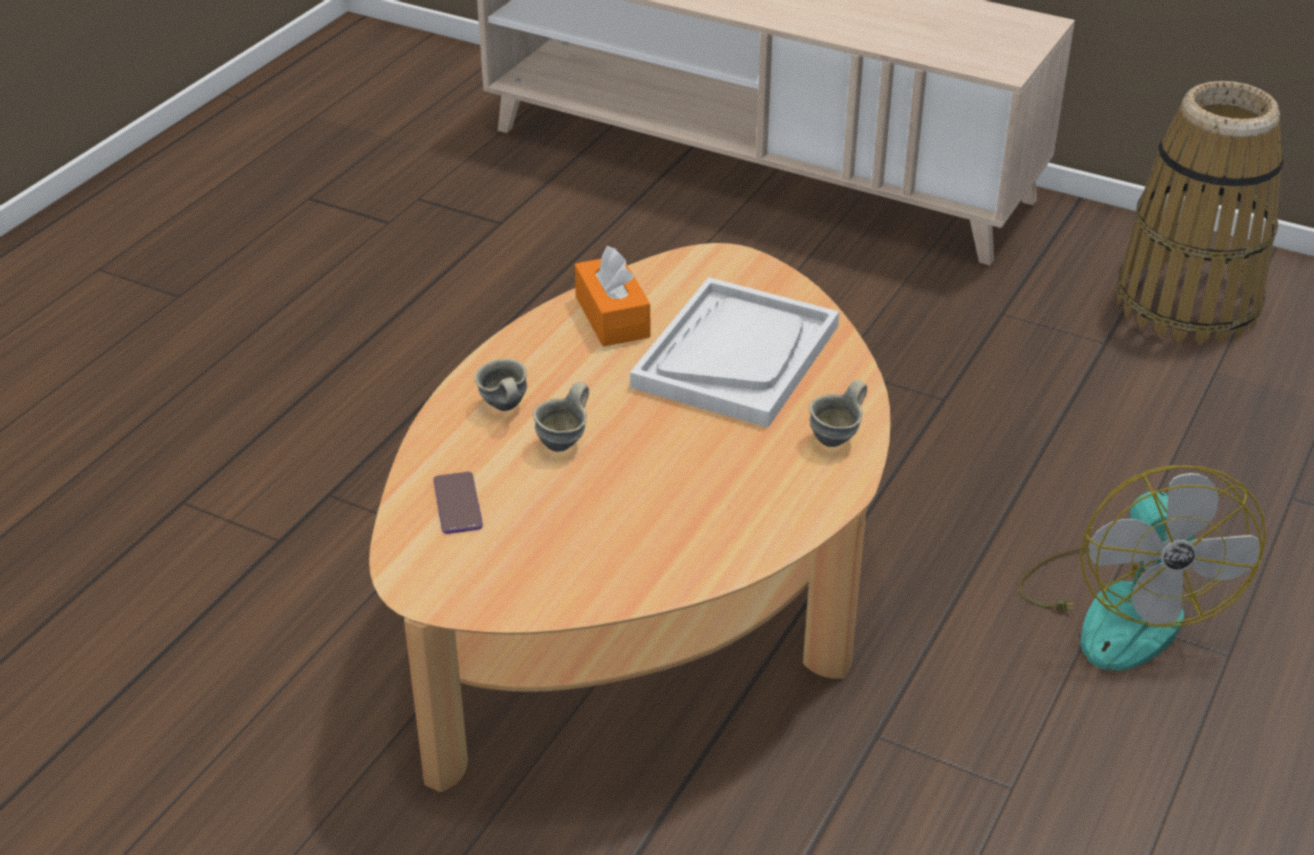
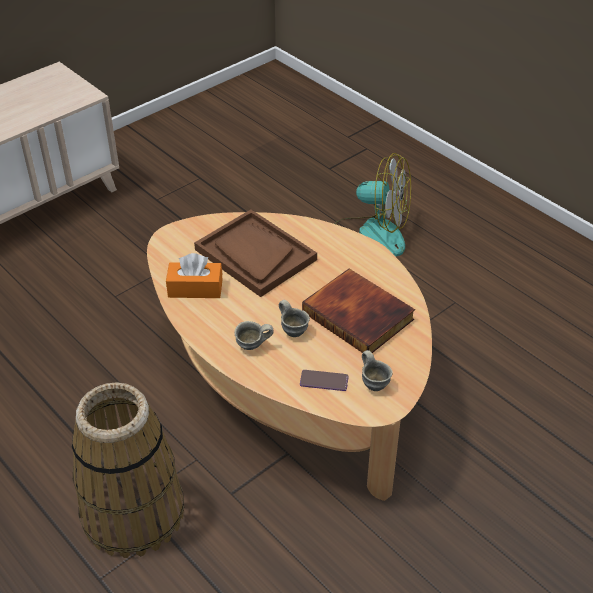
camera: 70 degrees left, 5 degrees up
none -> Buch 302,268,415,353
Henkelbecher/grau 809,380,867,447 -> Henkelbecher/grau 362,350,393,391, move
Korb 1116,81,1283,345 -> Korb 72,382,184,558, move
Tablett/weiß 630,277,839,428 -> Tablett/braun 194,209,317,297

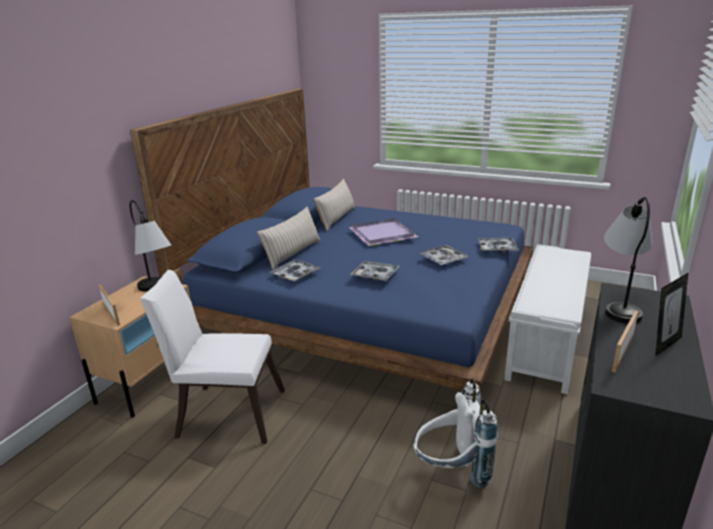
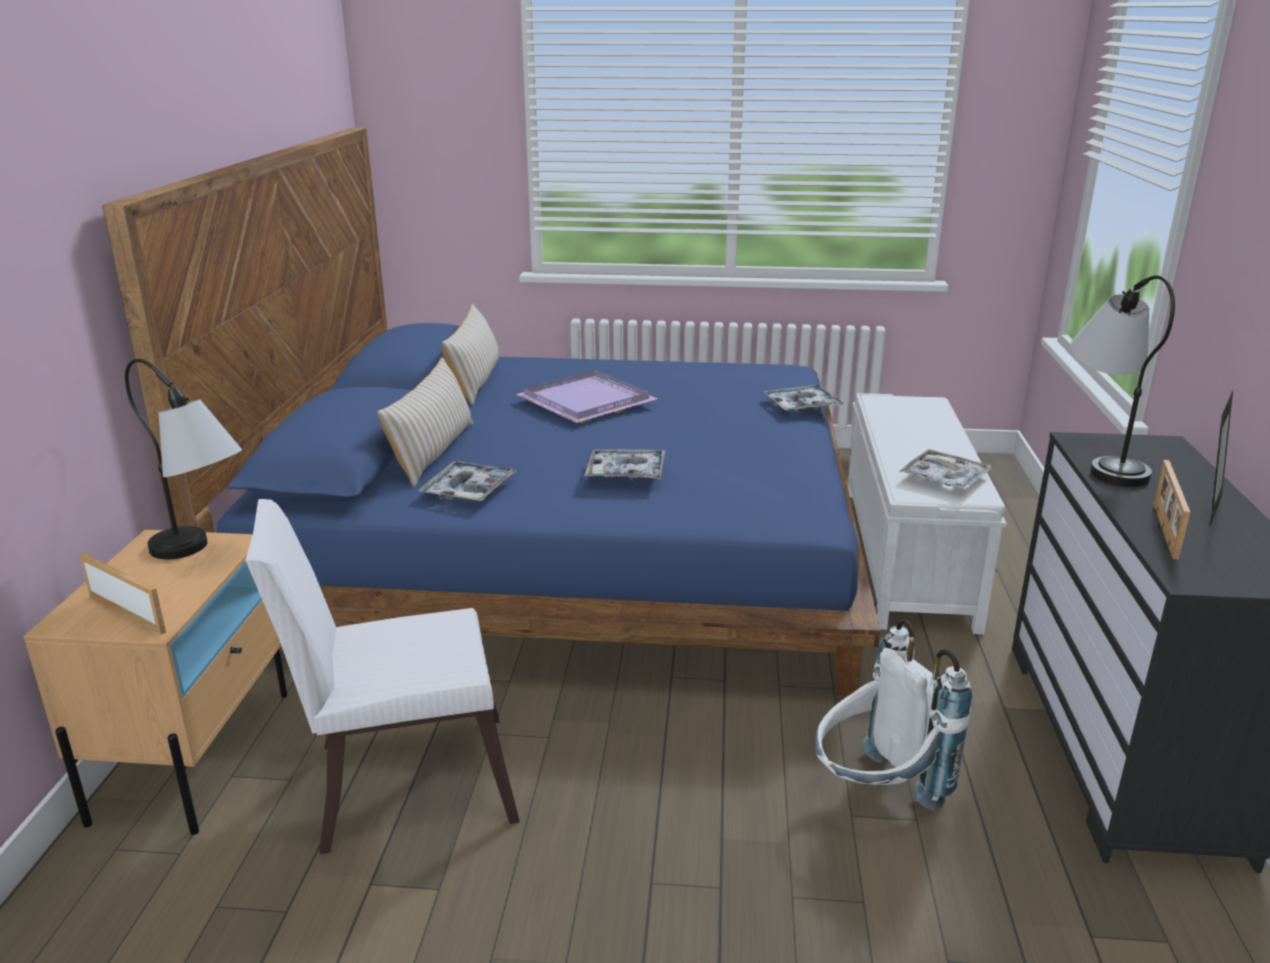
camera: 20 degrees left, 0 degrees up
Tablett 419,245,468,265 -> Tablett 899,449,992,490, move

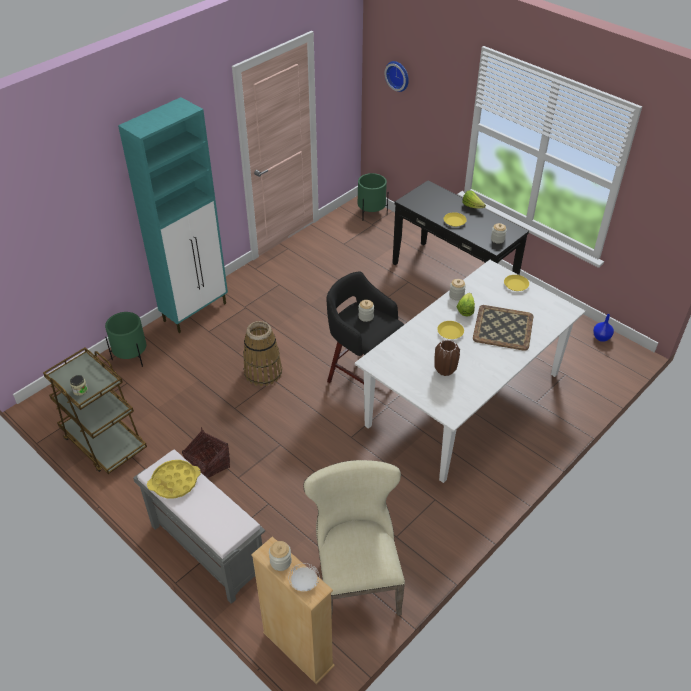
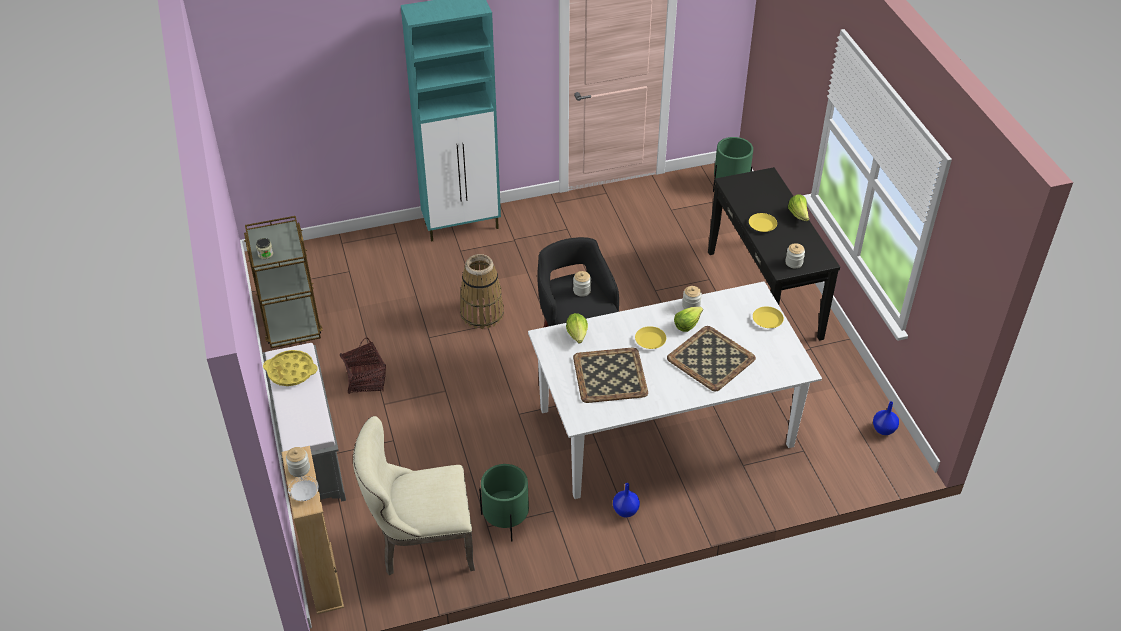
camera: 30 degrees right, 0 degrees up
Wanduhr 384,61,409,92 -> none
none -> Salatkopf 566,313,588,343
none -> Vase/blau 613,483,640,518
Pflanzkübel/grün 105,312,146,367 -> Pflanzkübel/grün 479,464,529,542, move
Vase/braun 434,340,460,376 -> Tablett 573,348,648,403
Stuhl/beige 304,460,405,616 -> Stuhl/beige 353,416,475,576, 120 degrees counterclockwise

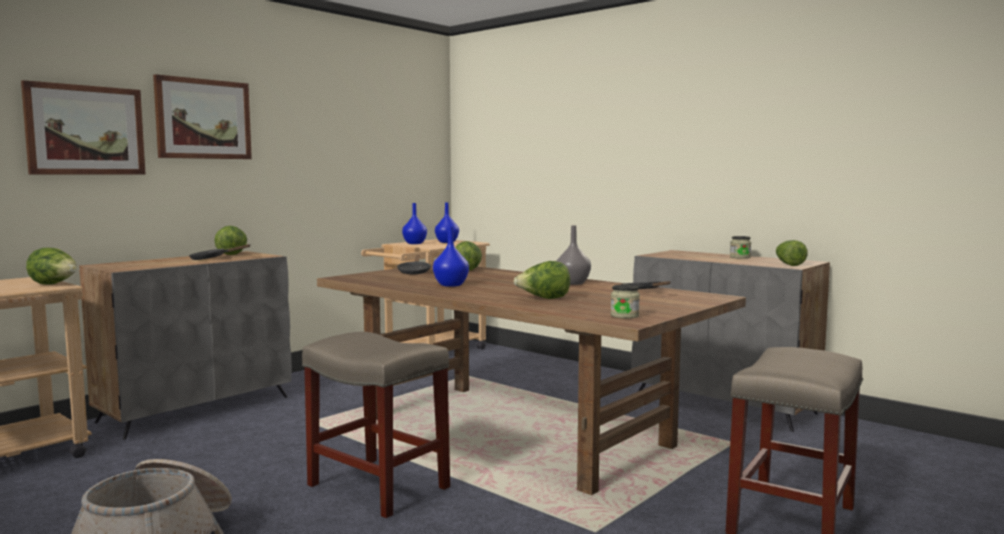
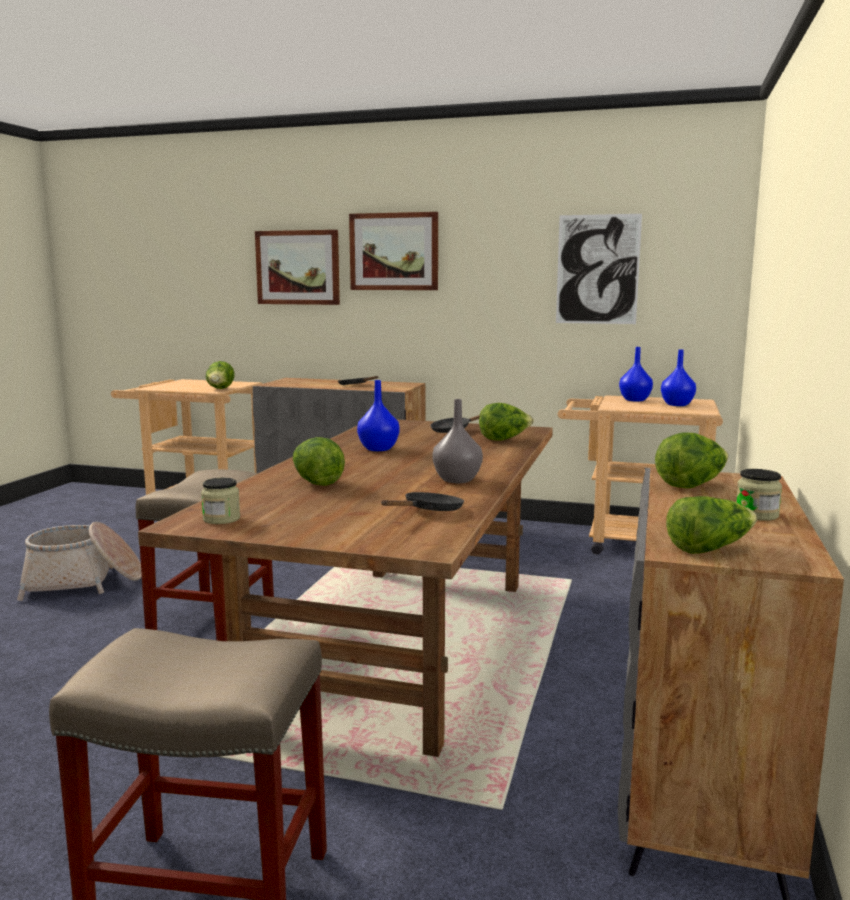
camera: 65 degrees right, 5 degrees up
none -> Bild 556,214,642,324
Salatkopf 214,226,247,255 -> Salatkopf 655,432,728,488, move

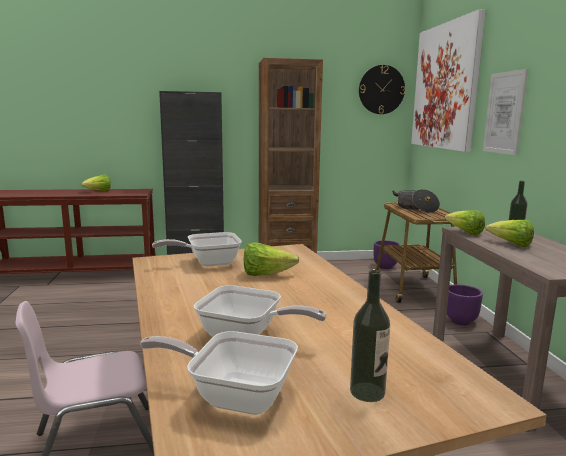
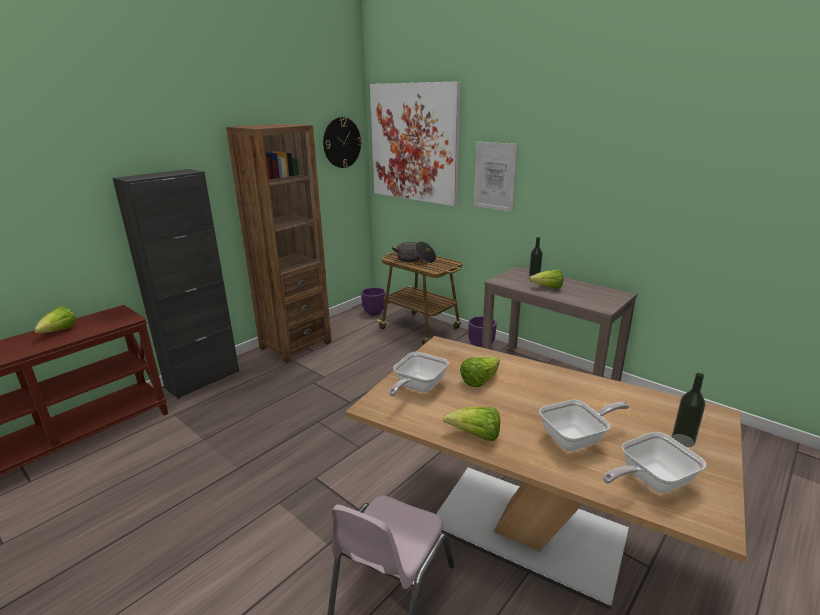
camera: 40 degrees left, 10 degrees up
Salatkopf 445,210,485,235 -> Salatkopf 443,407,500,441, move

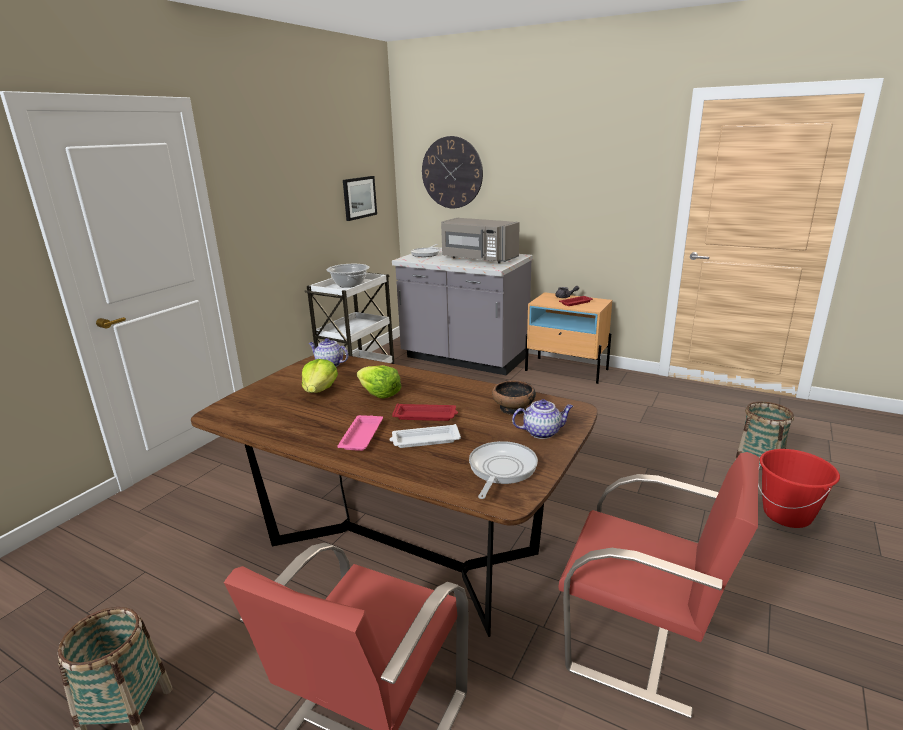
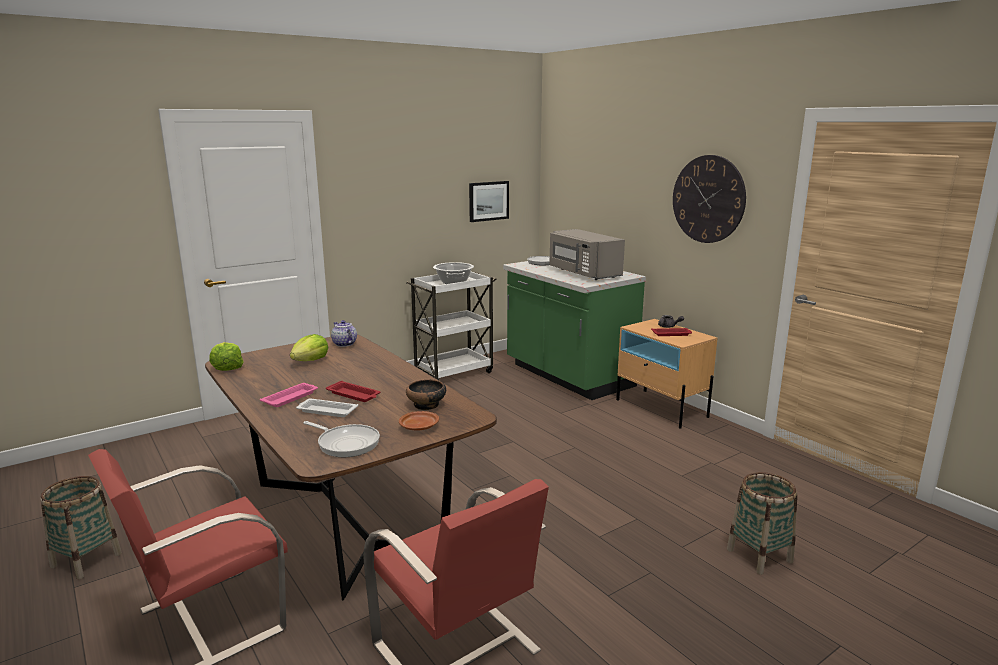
camera: 25 degrees right, 5 degrees down
Eimer/rot 758,449,840,528 -> none
Salatkopf 357,365,402,398 -> Salatkopf 209,342,244,371, move
Wanduhr 422,136,483,208 -> Wanduhr 673,155,746,243, move
Teekanne 512,399,573,439 -> Teller/braun 399,411,439,431
Küchenzeile/grau 392,247,533,375 -> Küchenzeile/grün 503,261,646,400
Pfanne 469,441,538,499 -> Pfanne 303,421,380,457, 75 degrees clockwise

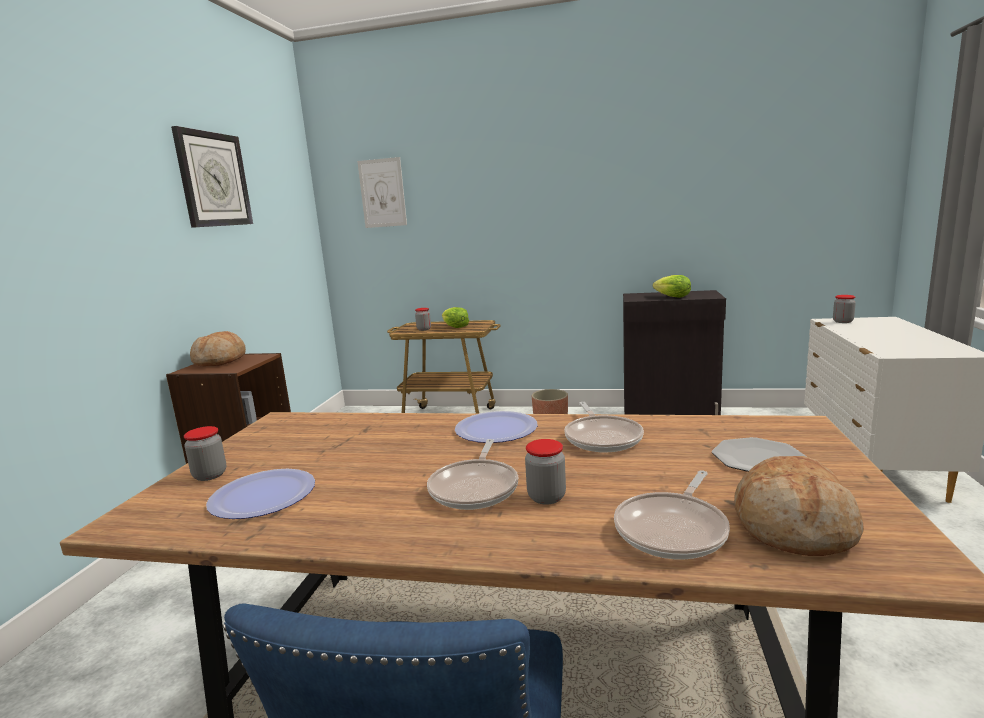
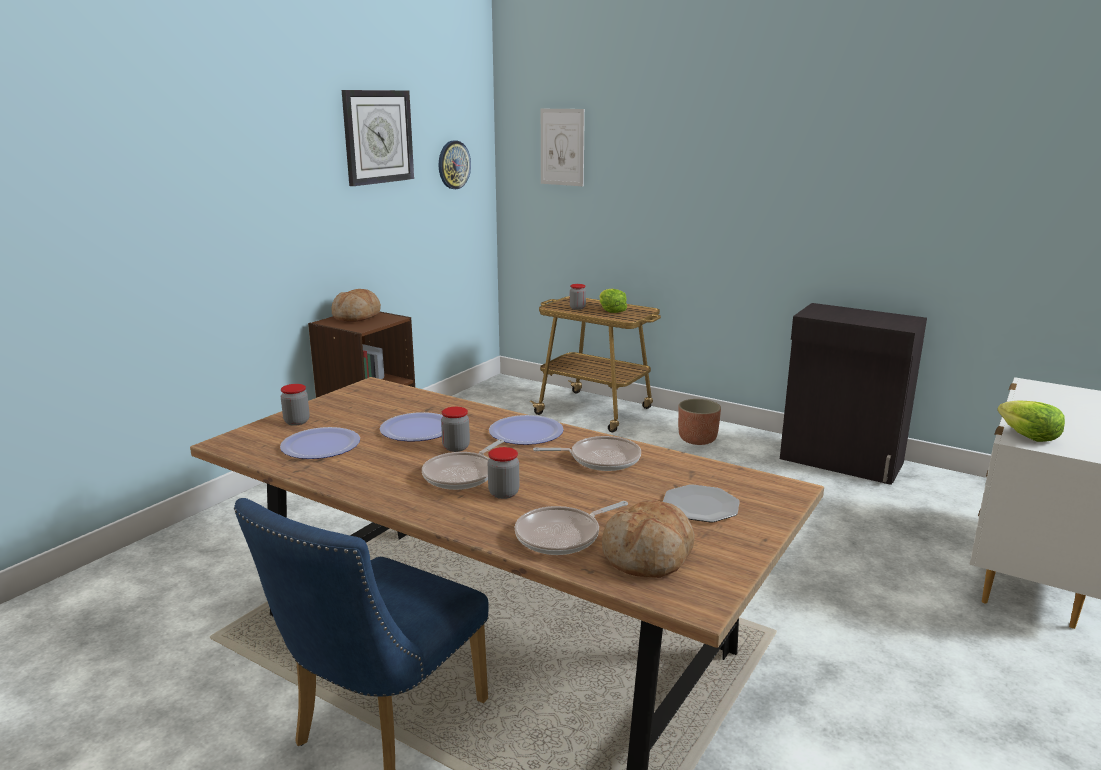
camera: 20 degrees right, 5 degrees up
none -> Teller 380,412,443,442
none -> Wanduhr 439,141,471,189
Salatkopf 653,275,691,298 -> Salatkopf 997,400,1065,442, move
Vorratsglas 833,295,856,323 -> Vorratsglas 441,407,470,452, move
Pfanne 564,402,644,452 -> Pfanne 533,436,641,471, 105 degrees counterclockwise

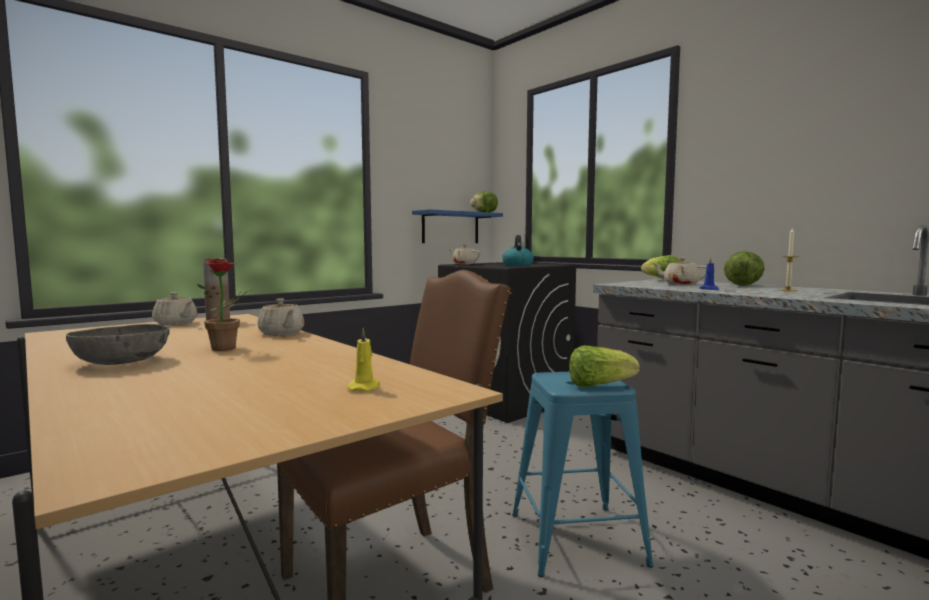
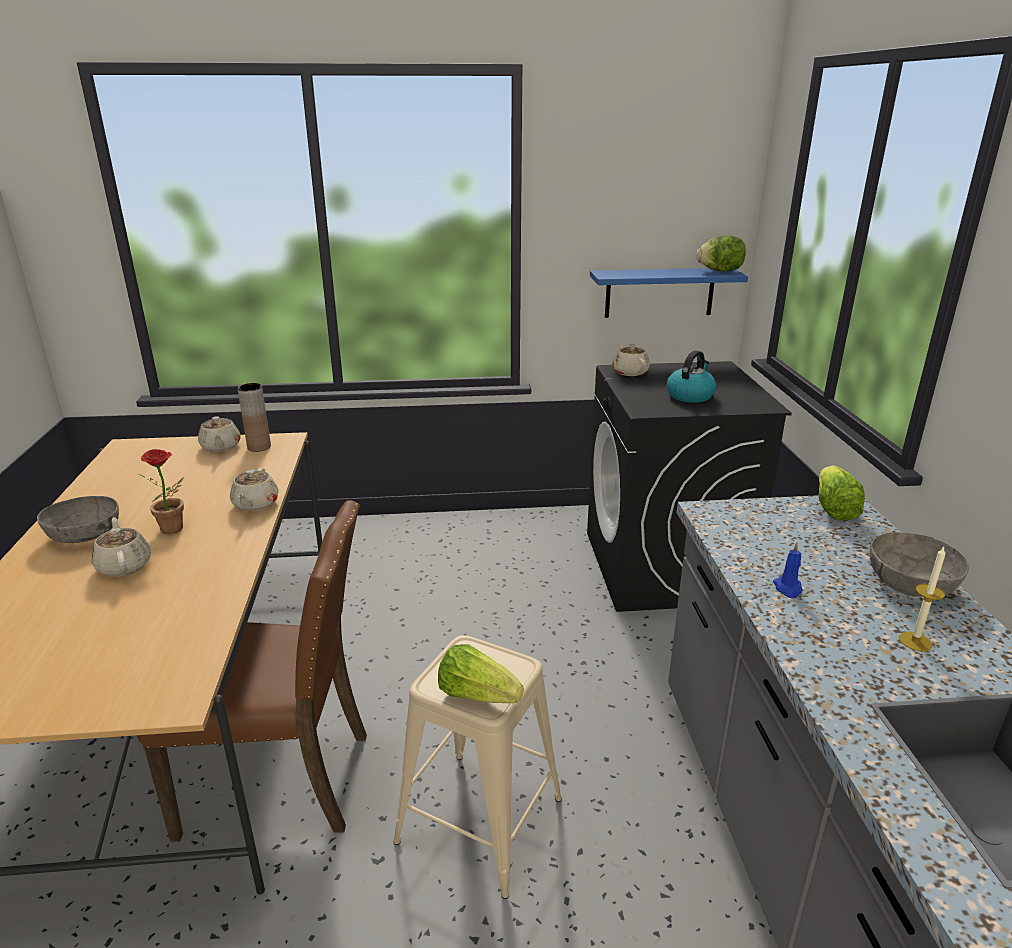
camera: 35 degrees right, 20 degrees up
Kerze/gelb 347,328,380,391 -> none
Teekanne/beige 652,258,707,285 -> Teekanne/beige 91,517,151,577, move
Salatkopf 724,251,765,286 -> Schüssel/grau 869,532,969,597
Hocker/blau 512,372,654,577 -> Hocker/beige 393,635,562,899

